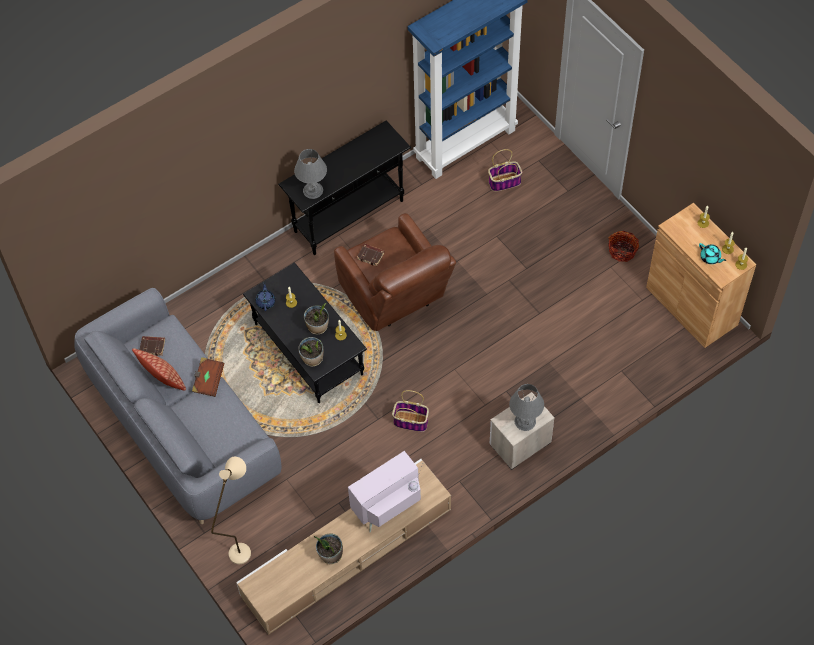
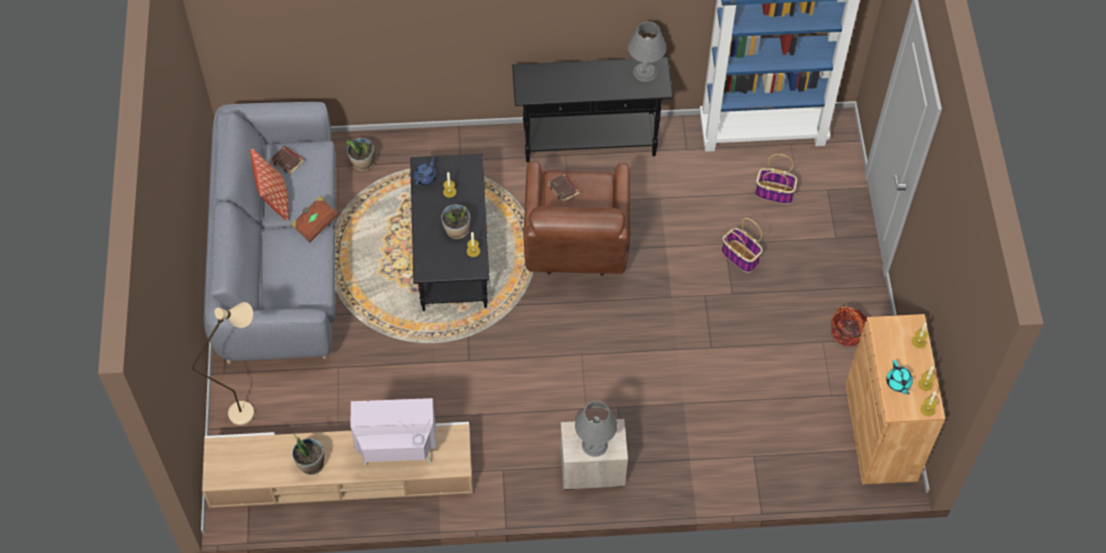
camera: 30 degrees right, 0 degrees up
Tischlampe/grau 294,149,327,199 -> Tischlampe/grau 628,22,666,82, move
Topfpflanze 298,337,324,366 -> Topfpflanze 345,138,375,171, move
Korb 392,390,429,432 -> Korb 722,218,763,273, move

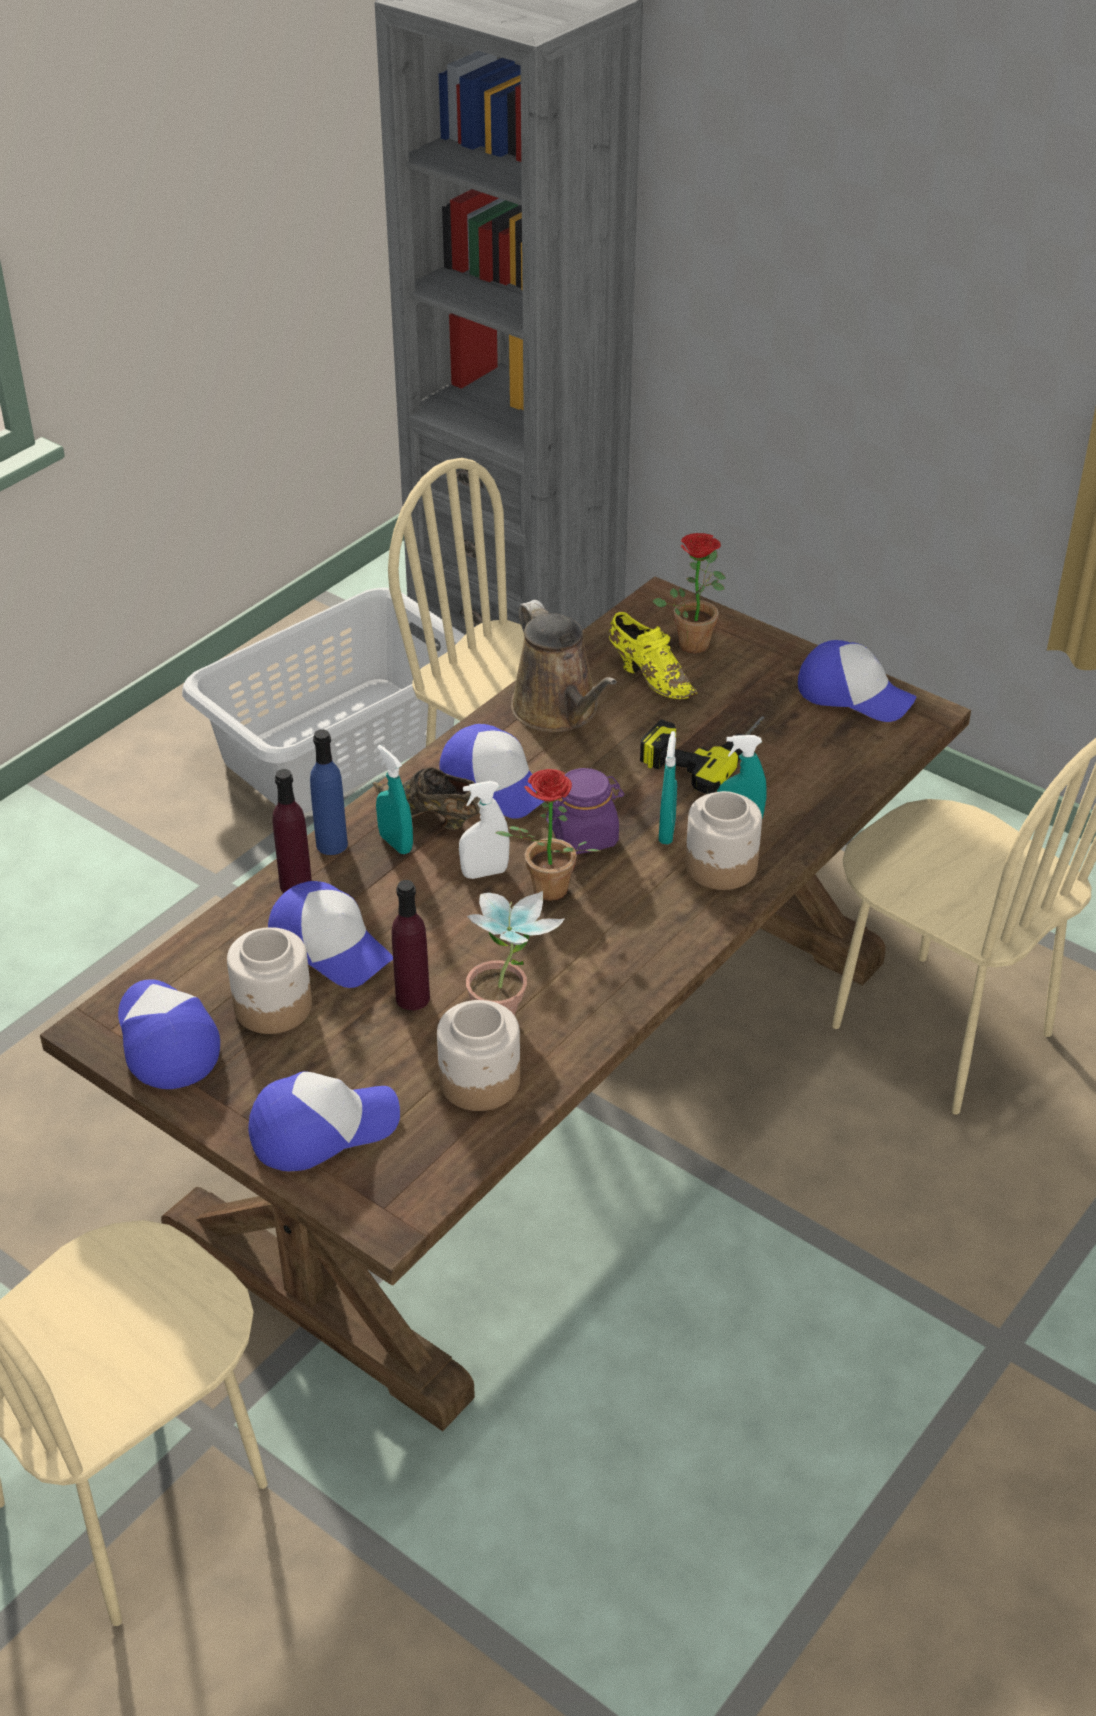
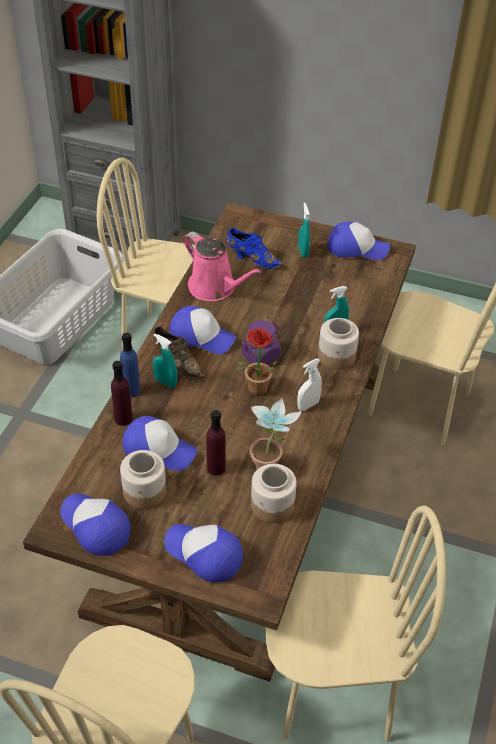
camera: 20 degrees left, 5 degrees up
Bohrmaschine 640,716,764,794 -> none
Topfpflanze 652,533,726,653 -> none
none -> Stuhl/beige 266,505,446,742
Sprühflasche/weiß 459,781,510,879 -> Sprühflasche/weiß 297,359,322,411, move
Sprühflasche/türkis 659,731,677,844 -> Sprühflasche/türkis 298,202,310,258, move
Gießkanne/braun 511,600,617,732 -> Gießkanne/rosa 183,232,262,301
Schuh/gelb 609,612,698,699 -> Schuh/blau 226,228,283,269
Kappe 248,1071,400,1171 -> Kappe 164,524,243,583, 105 degrees counterclockwise
Schuh/braun 373,767,481,831 -> Schuh/braun 152,326,205,380, 150 degrees counterclockwise

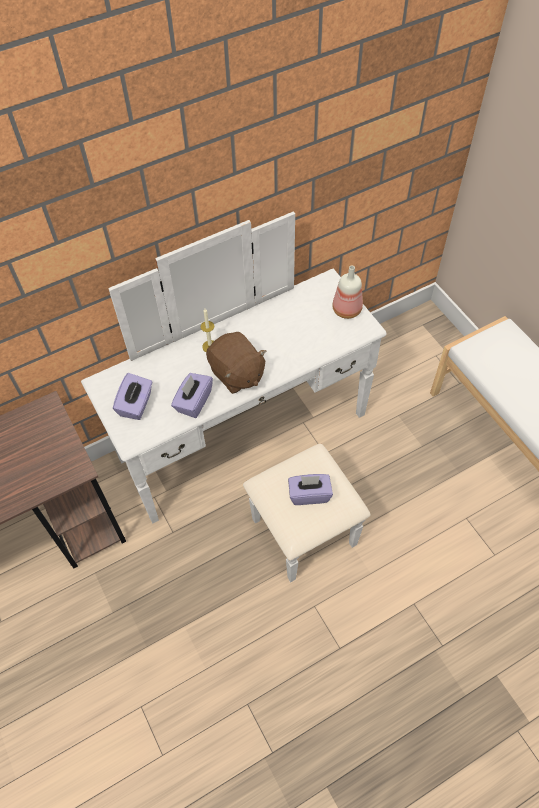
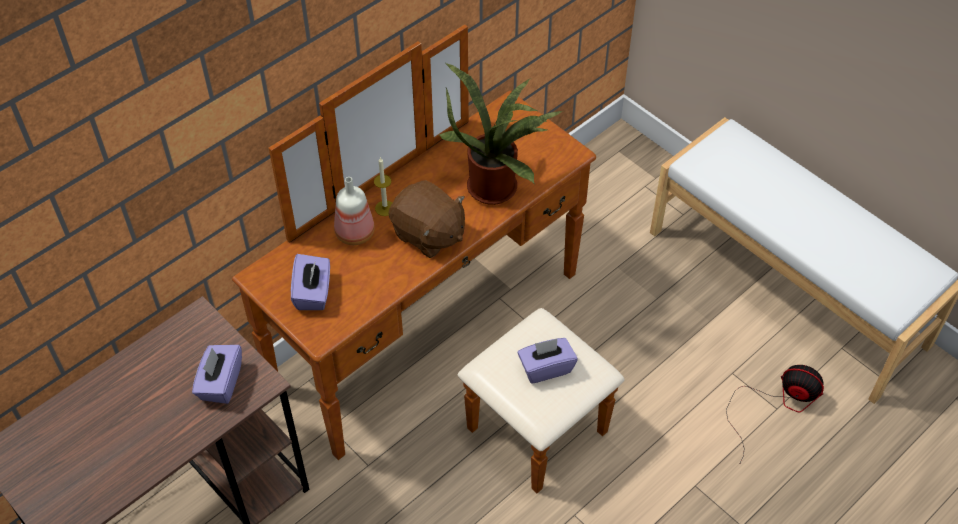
camera: 15 degrees left, 5 degrees down
none -> Topfpflanze 440,63,563,205
none -> Ventilator 726,365,824,463
Taschentuchbox/lila 171,373,213,418 -> Taschentuchbox/lila 192,345,242,404, move
Flasche 332,265,363,319 -> Flasche 334,177,375,245, move
Kommode/weiß 81,212,387,582 -> Kommode/braun 232,25,625,493

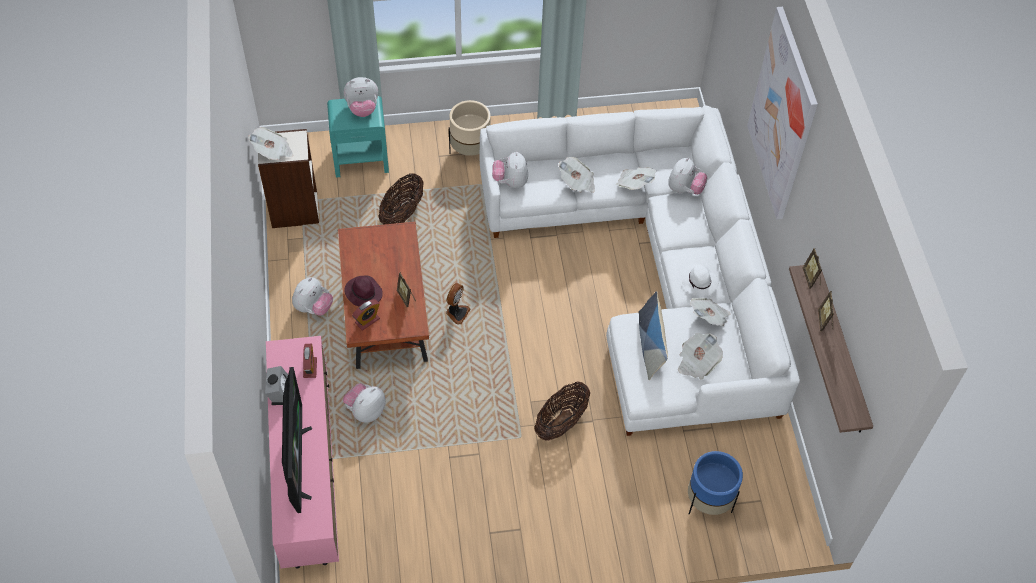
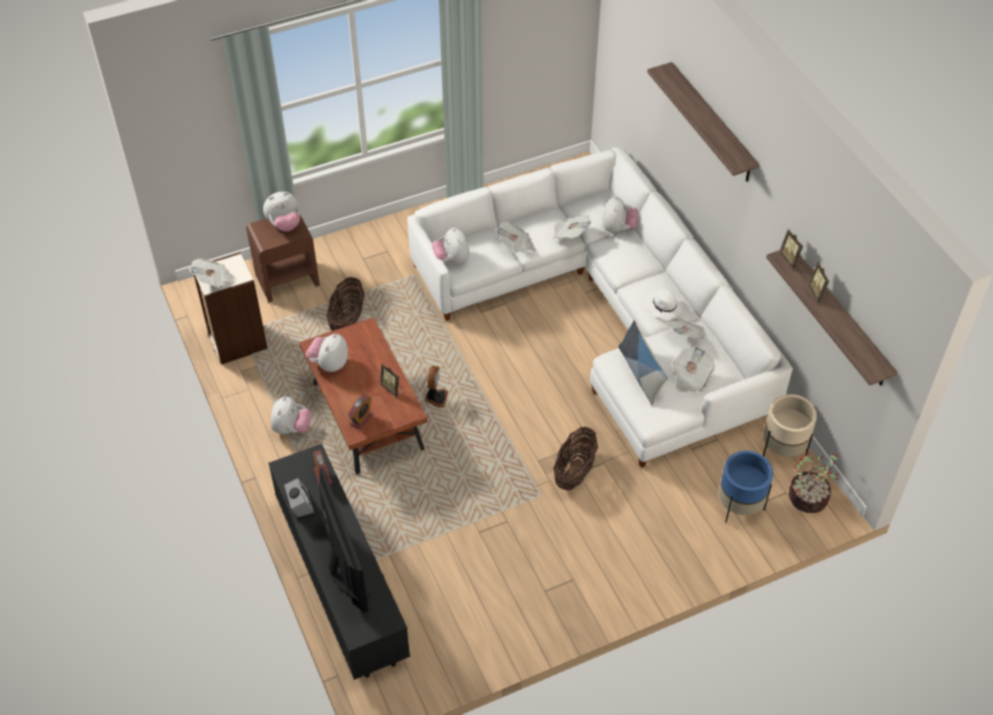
camera: 15 degrees left, 5 degrees down
Hut/lila 344,276,383,306 -> none
none -> Topfpflanze 789,453,839,513
Plüschtier 343,383,386,423 -> Plüschtier 306,334,348,372, move
Pflanzkübel/beige 449,100,491,156 -> Pflanzkübel/beige 763,394,817,459, move
Bild 747,7,818,219 -> Wandregal 647,62,759,182
Fernsehschrank/rosa 266,336,339,569 -> Fernsehschrank/schwarz 268,444,410,680
Nachttisch/türkis 327,96,389,178 -> Nachttisch/braun 246,215,320,302

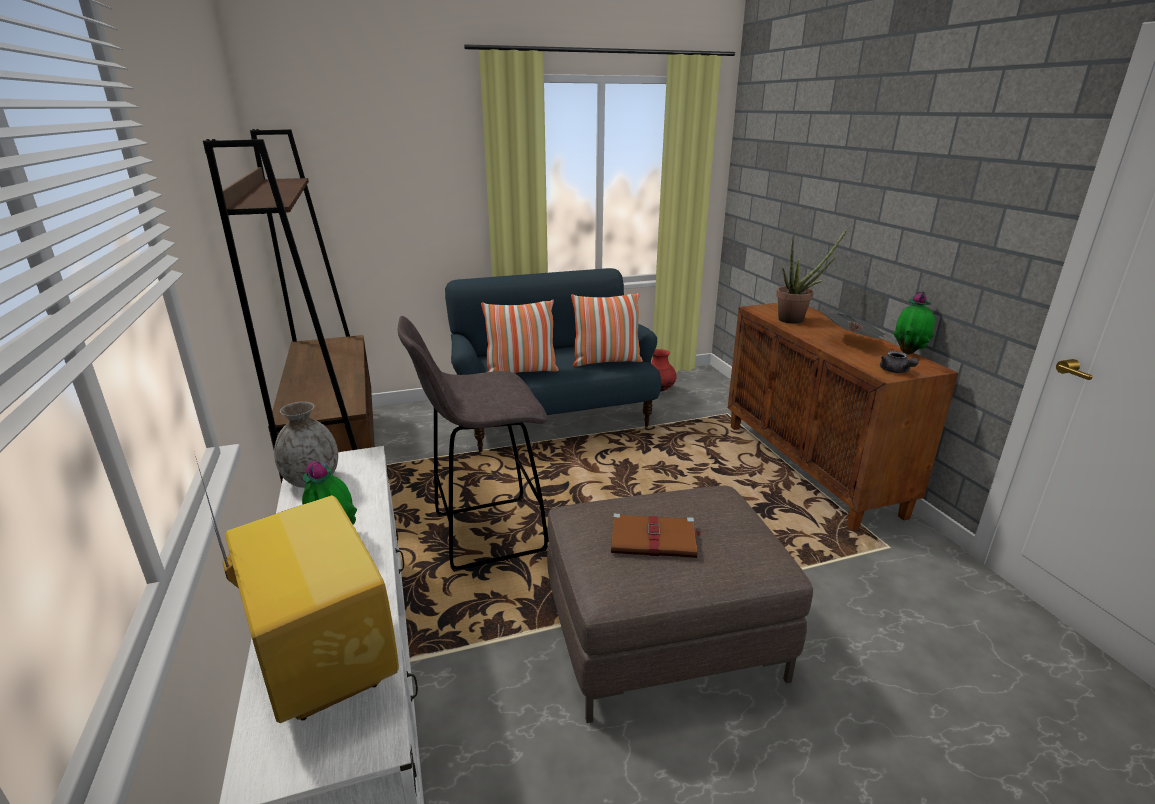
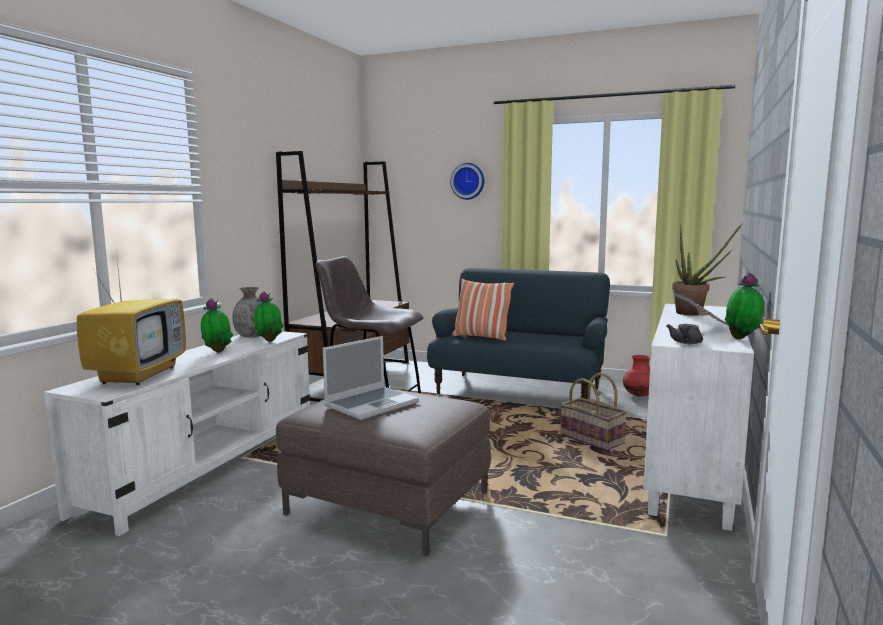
camera: 40 degrees right, 15 degrees down
Kissen 571,293,643,367 -> none
none -> Topfpflanze 254,291,284,342
none -> Wanduhr 450,163,484,200
none -> Korb 560,373,627,451
Buch/braun 611,513,701,558 -> Laptop 323,336,419,420
Schrank/braun 728,303,958,531 -> Schrank/weiß 643,304,754,531

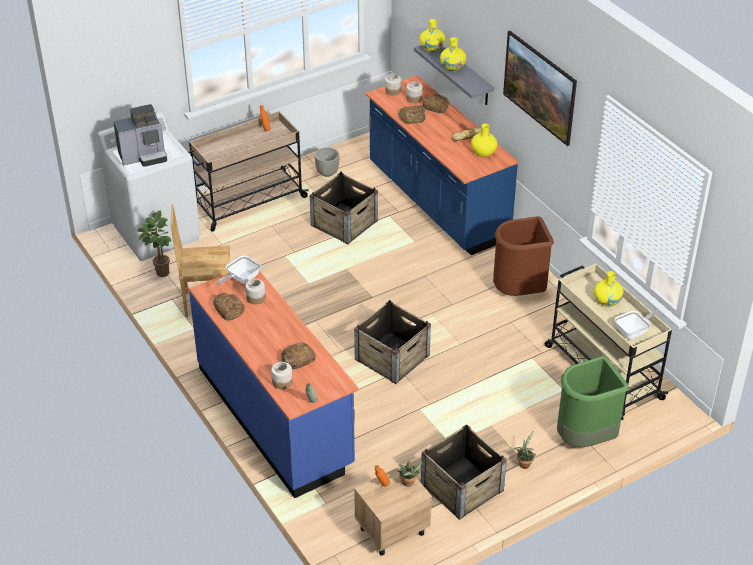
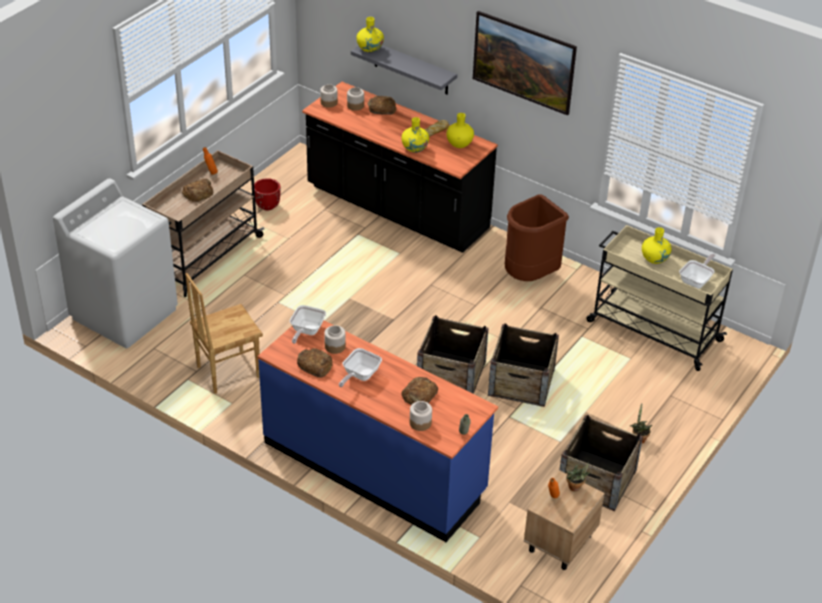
camera: 25 degrees left, 0 degrees up
Kaffeemaschine 113,104,167,167 -> none
Topfpflanze 137,210,171,277 -> none
Mülleimer/grün 557,356,629,448 -> none
none -> Pfanne 339,348,382,387
Kiste 310,172,378,244 -> Kiste 488,323,559,407, move
Brot 398,106,426,124 -> Brot 182,178,213,202, move
Vase/gelb 440,37,466,71 -> Vase/gelb 401,117,429,153, move
Pflanzkübel/grau 315,147,340,177 -> Pflanzkübel/rot 254,178,281,210
Küchenzeile/blau 366,75,518,255 -> Küchenzeile/schwarz 302,82,498,253

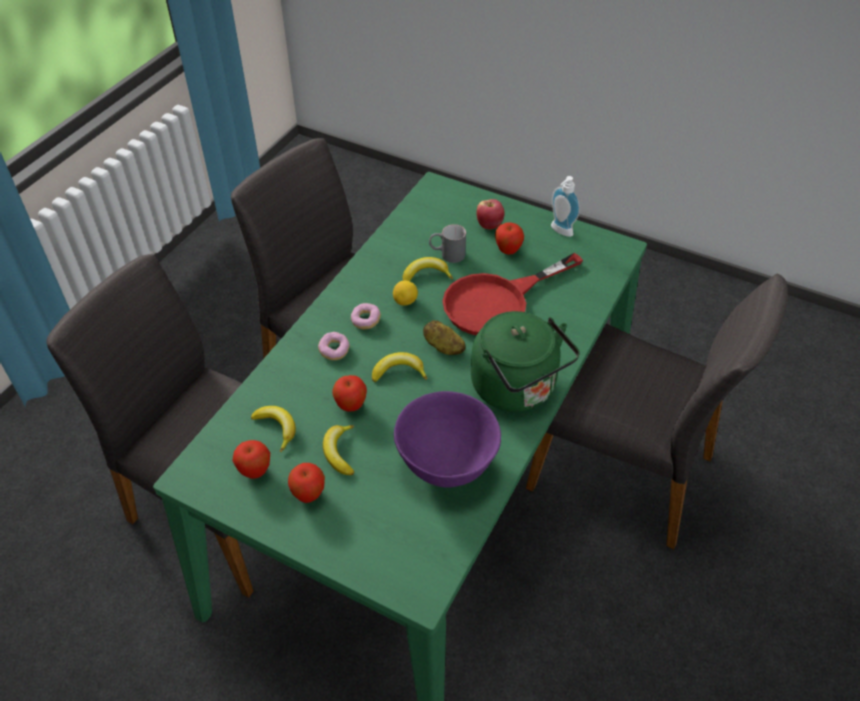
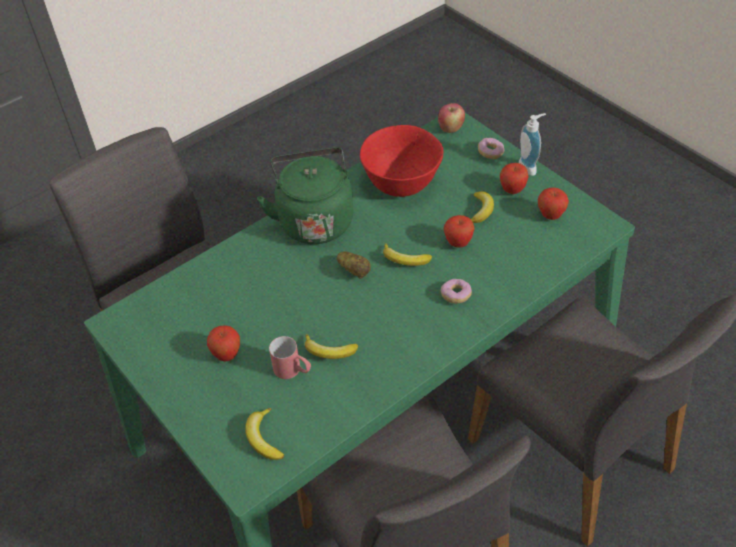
camera: 155 degrees left, 0 degrees up
Zitrone 393,281,418,306 -> none
Pfanne/rot 443,253,583,335 -> none
Banane 251,406,296,452 -> Banane 245,408,284,460, move
Donut 351,303,381,330 -> Donut 478,138,504,159, move
Apfel 477,199,505,229 -> Apfel 438,103,465,133, move
Seifenspender 551,176,580,237 -> Seifenspender 519,113,546,176, move
Schüssel/lila 394,391,501,488 -> Schüssel/rot 360,125,443,197
Henkelbecher/grau 429,224,466,263 -> Henkelbecher/rot 269,336,311,379

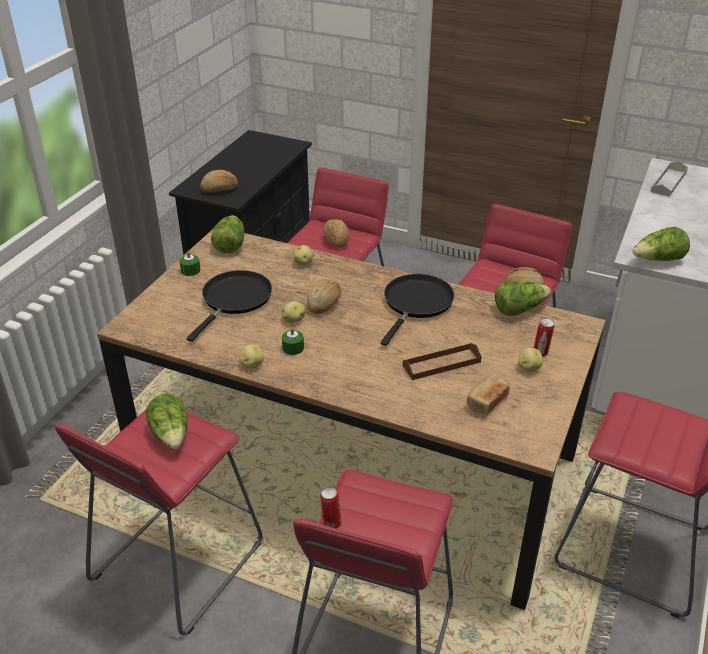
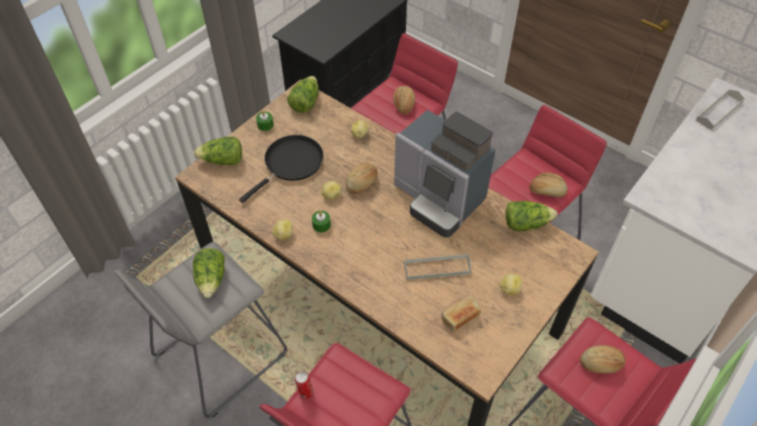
camera: 15 degrees right, 15 degrees up
Dose 533,318,554,357 -> none
Brot 200,170,238,193 -> Brot 580,345,626,373, move
Salatkopf 632,227,690,261 -> Salatkopf 193,137,242,165, move
Pfanne/schwarz 381,274,455,346 -> Kaffeemaschine 394,110,496,238
Hocker/rot 55,410,262,635 -> Hocker/grau 114,242,287,418
Tablett/braun 403,343,482,380 -> Tablett/grau 404,254,471,280

